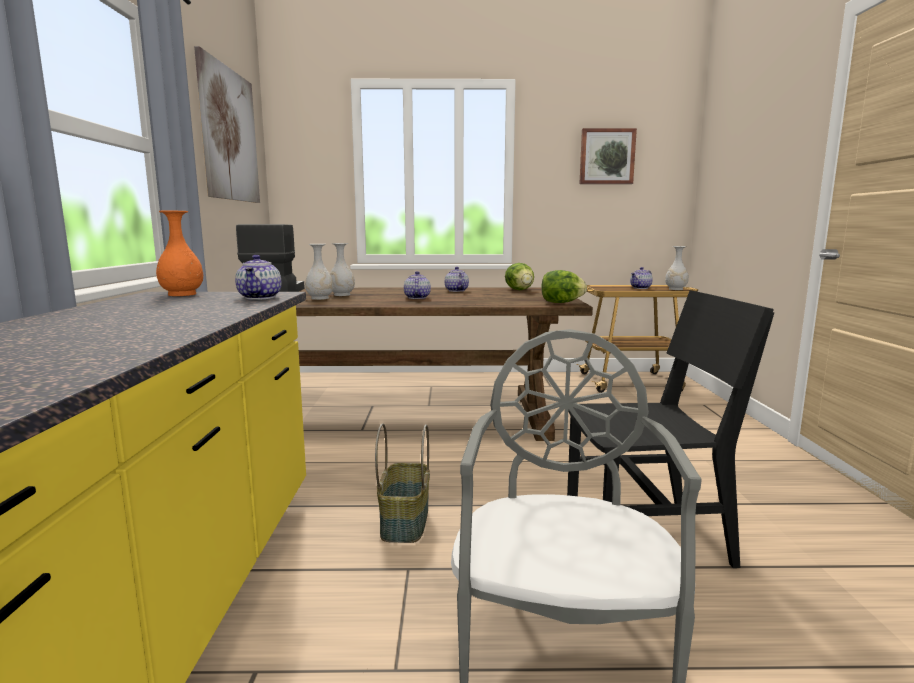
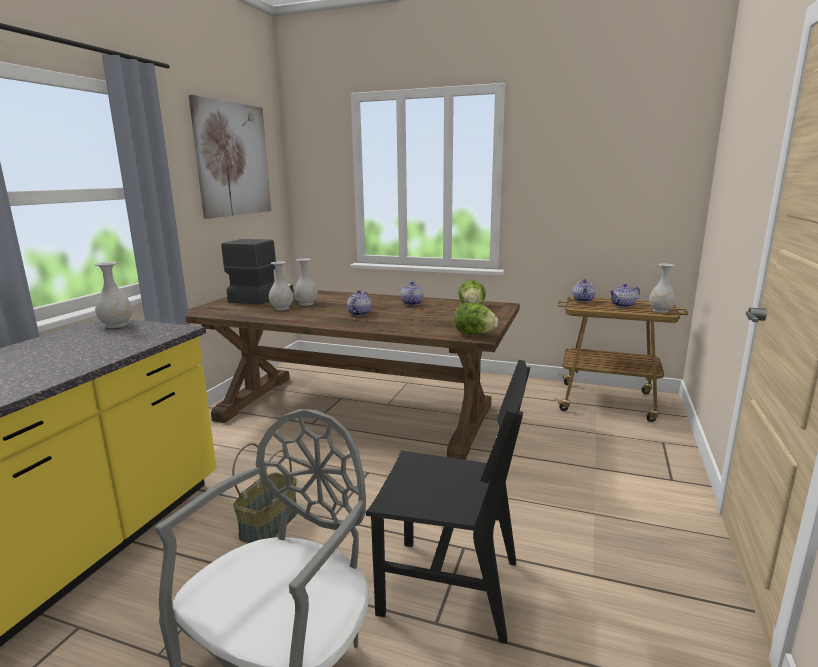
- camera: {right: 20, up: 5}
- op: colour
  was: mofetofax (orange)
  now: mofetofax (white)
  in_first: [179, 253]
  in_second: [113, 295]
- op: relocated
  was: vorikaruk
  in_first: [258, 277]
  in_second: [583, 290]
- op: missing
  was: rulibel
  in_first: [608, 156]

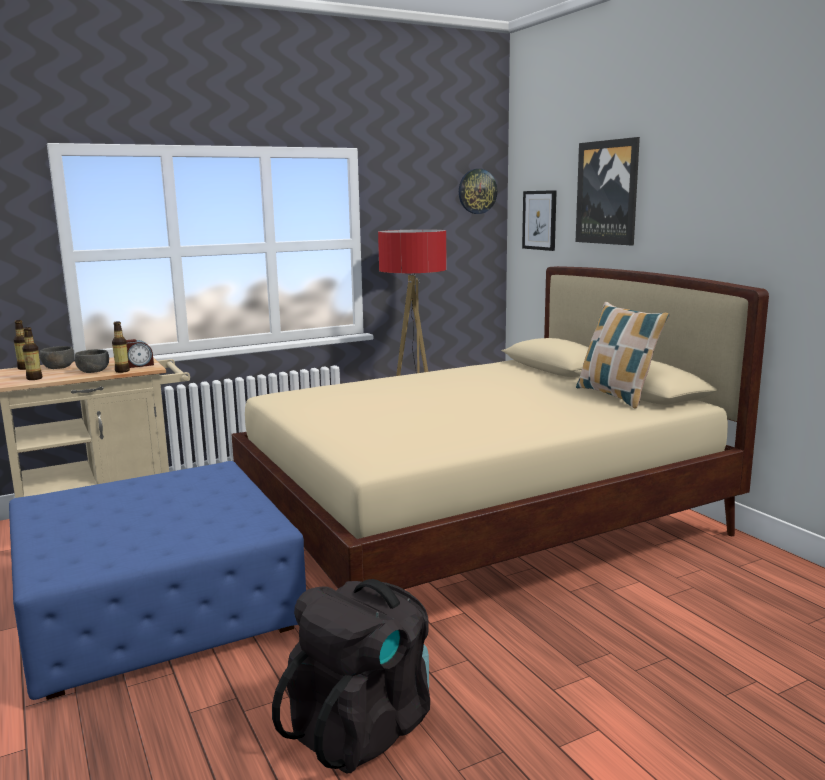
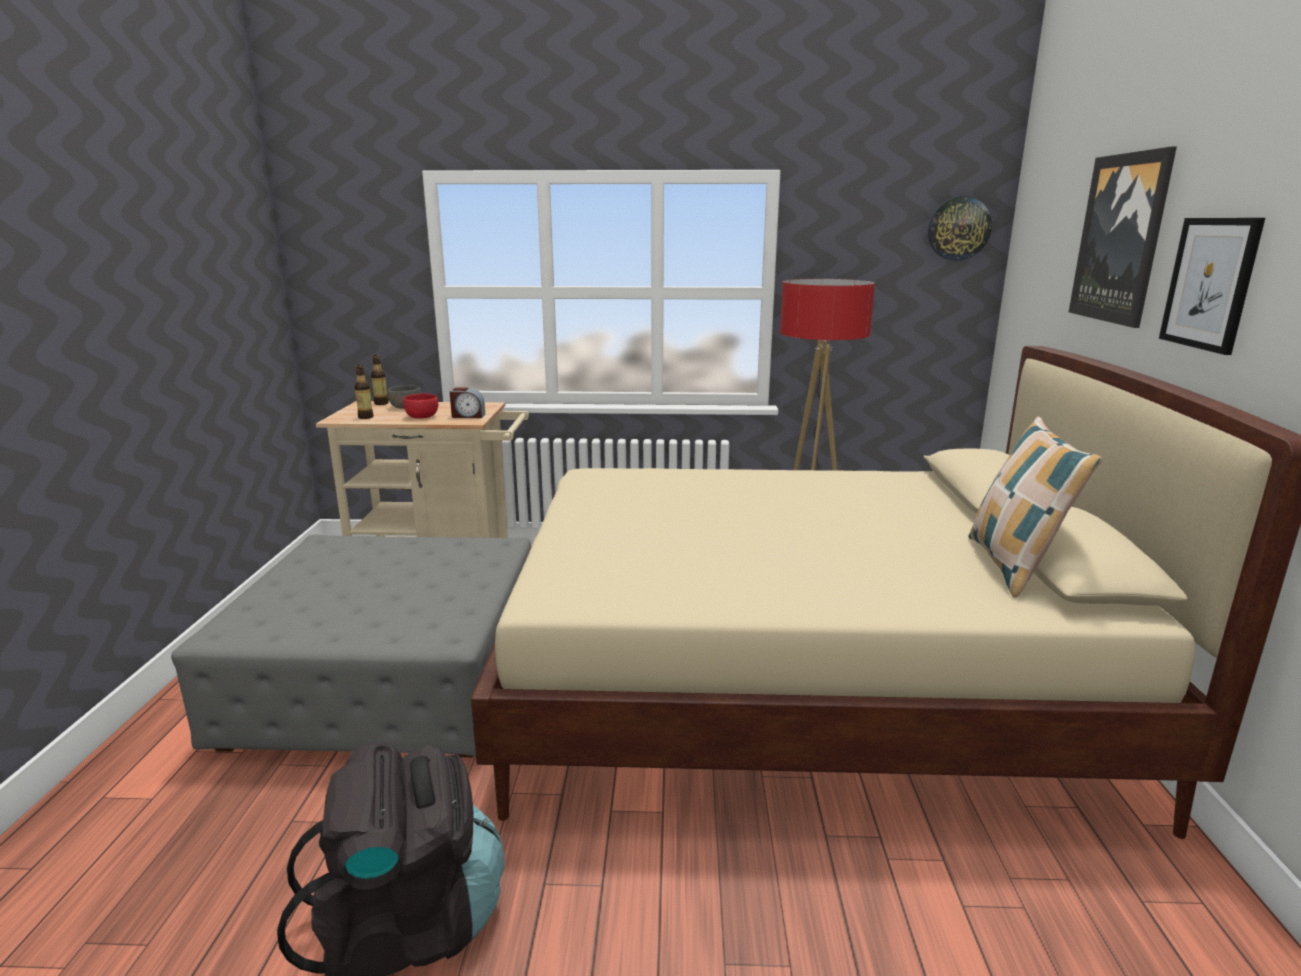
- camera: {right: 30, up: 5}
- op: colour
  was: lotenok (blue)
  now: lotenok (grey)
  in_first: [157, 580]
  in_second: [351, 646]
- op: colour
  was: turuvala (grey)
  now: turuvala (red)
  in_first: [92, 361]
  in_second: [420, 406]
- op: missing
  was: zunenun
  in_first: [121, 347]
- op: relocated
  was: rulibel
  in_first: [539, 220]
  in_second: [1212, 286]

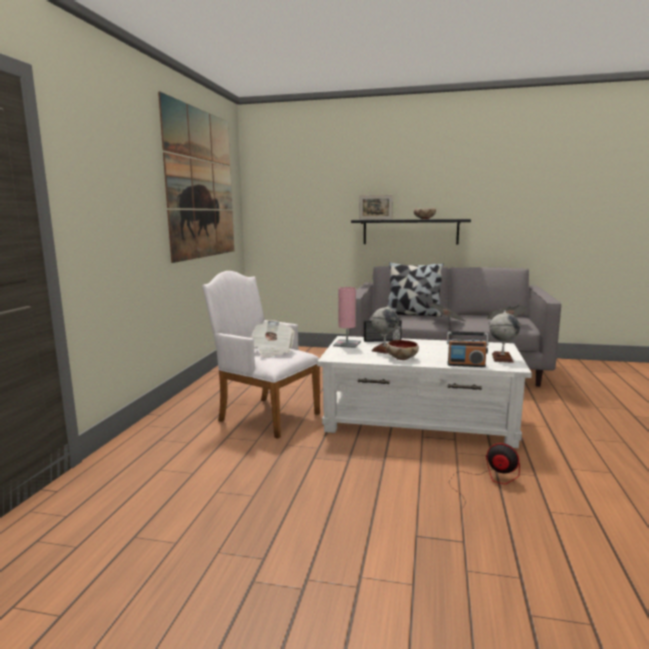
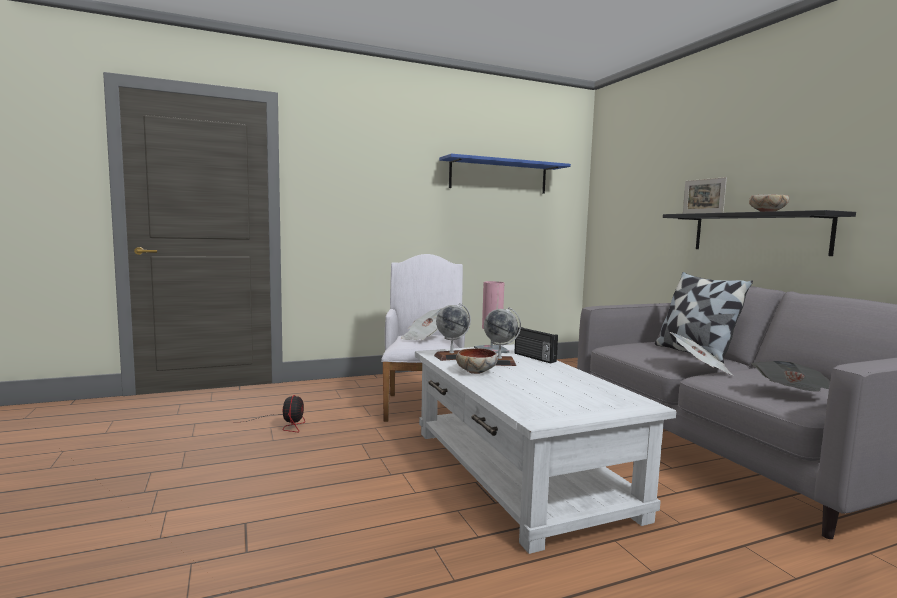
- camera: {right: 55, up: -5}
- op: exchanged
  was: rulibel
  now: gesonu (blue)
  in_first: [196, 177]
  in_second: [505, 174]
- op: missing
  was: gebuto
  in_first: [468, 349]
- op: relocated
  was: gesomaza
  in_first: [484, 474]
  in_second: [275, 414]
- op: relocated
  was: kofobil
  in_first: [504, 337]
  in_second: [452, 332]

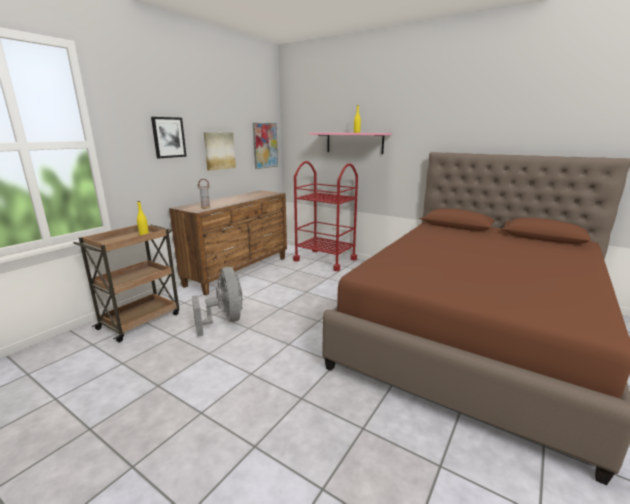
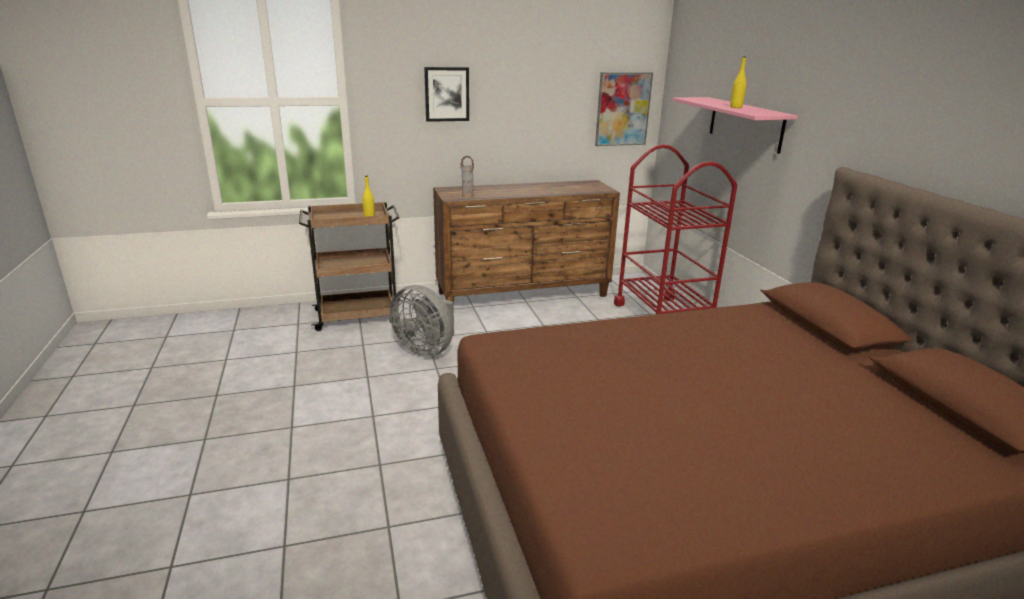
- camera: {right: 40, up: 5}
- op: spun
  was: gesomaza (grey)
  in_first: [217, 301]
  in_second: [421, 321]
  clockwise: 105
- op: missing
  was: rulibel
  in_first: [220, 151]

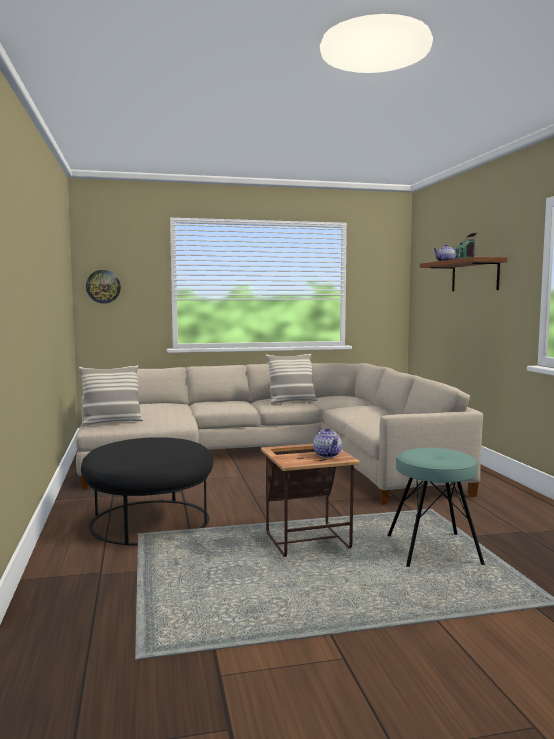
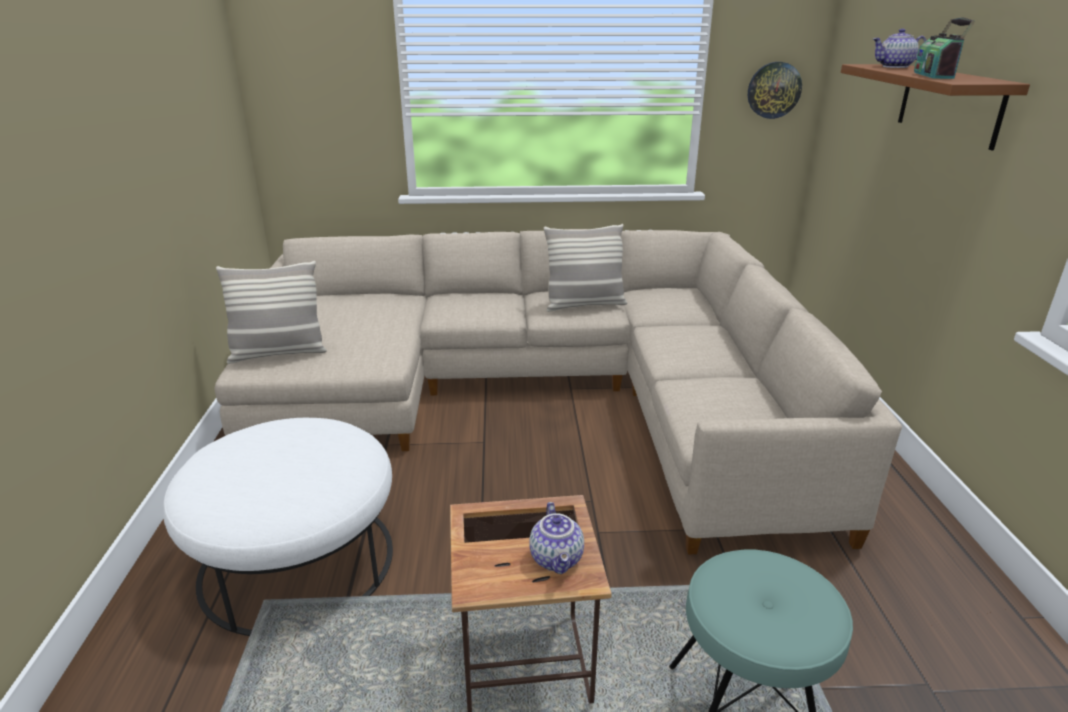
- camera: {right: 10, up: 20}
- op: colour
  was: lotenok (black)
  now: lotenok (white)
  in_first: [147, 491]
  in_second: [278, 527]
- op: relocated
  was: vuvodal
  in_first: [103, 286]
  in_second: [775, 90]

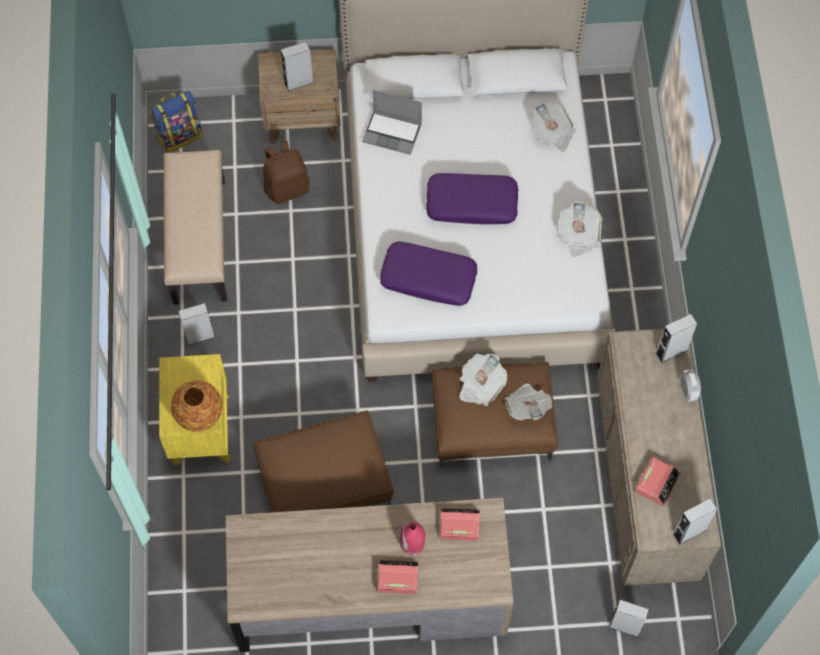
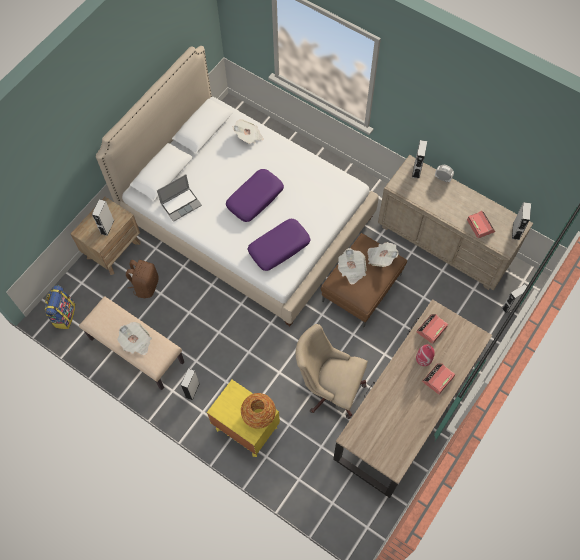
- camera: {right: -50, up: 0}
- op: exchanged
  was: lotenok (brown)
  now: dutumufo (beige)
  in_first: [323, 461]
  in_second: [332, 371]
- op: relocated
  was: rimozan
  in_first: [579, 229]
  in_second: [134, 339]

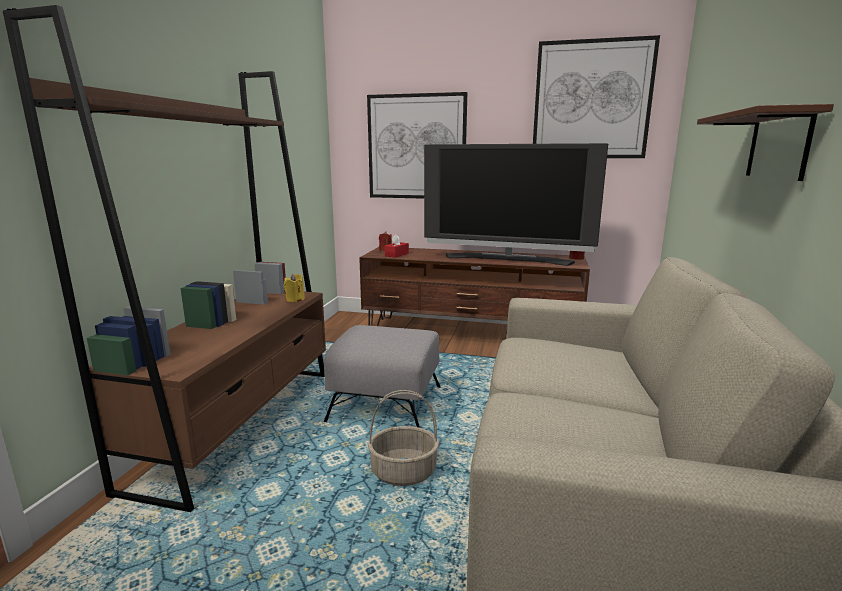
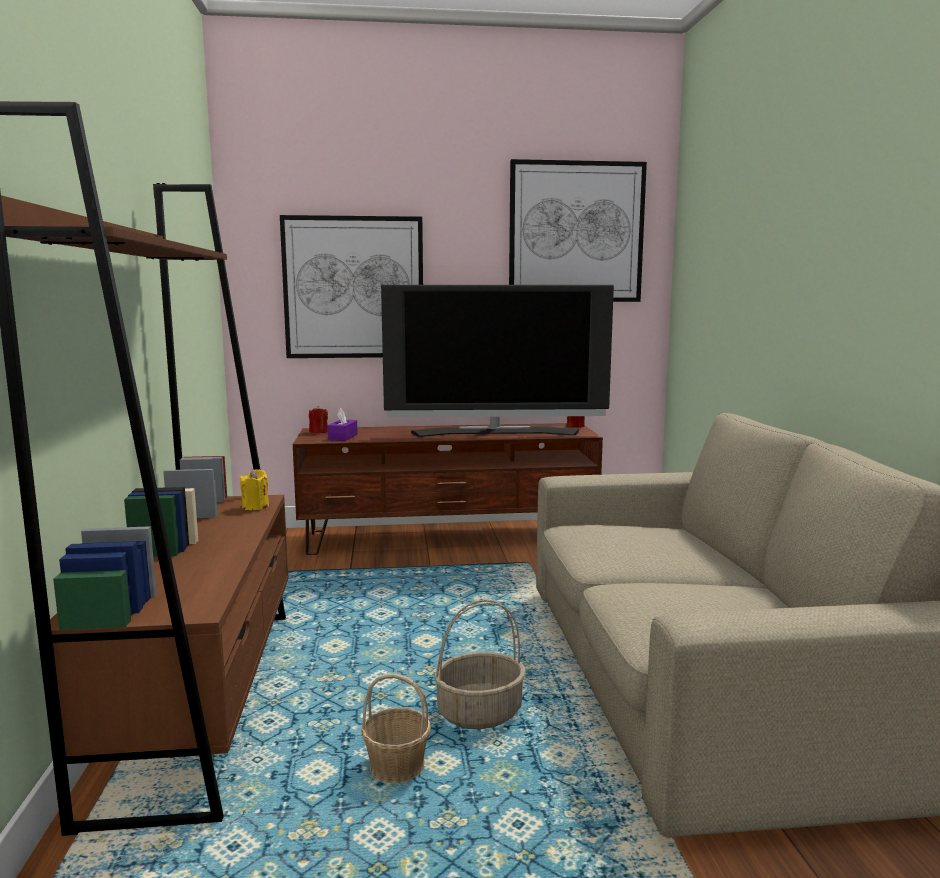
- camera: {right: -20, up: -5}
- op: missing
  was: lotenok (grey)
  in_first: [382, 376]
- op: colour
  was: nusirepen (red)
  now: nusirepen (purple)
  in_first: [397, 246]
  in_second: [342, 424]
- op: missing
  was: gesonu (brown)
  in_first: [765, 142]
- op: appeared
  now: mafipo
  in_second: [396, 728]

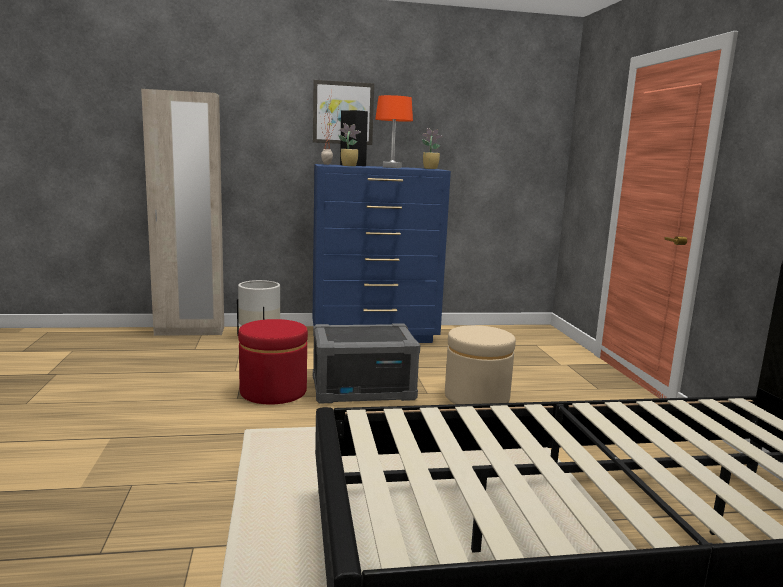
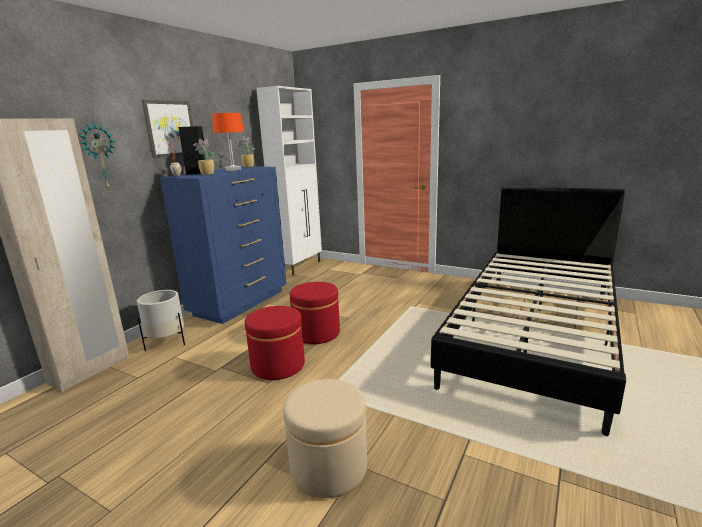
- camera: {right: -50, up: 5}
- op: exchanged
  was: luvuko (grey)
  now: lotenok (red)
  in_first: [366, 363]
  in_second: [315, 313]
- op: relocated
  was: lotenok (beige)
  in_first: [480, 364]
  in_second: [325, 438]
- op: appeared
  now: vuvodal
  in_second: [97, 156]
- op: appeared
  now: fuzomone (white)
  in_second: [289, 181]

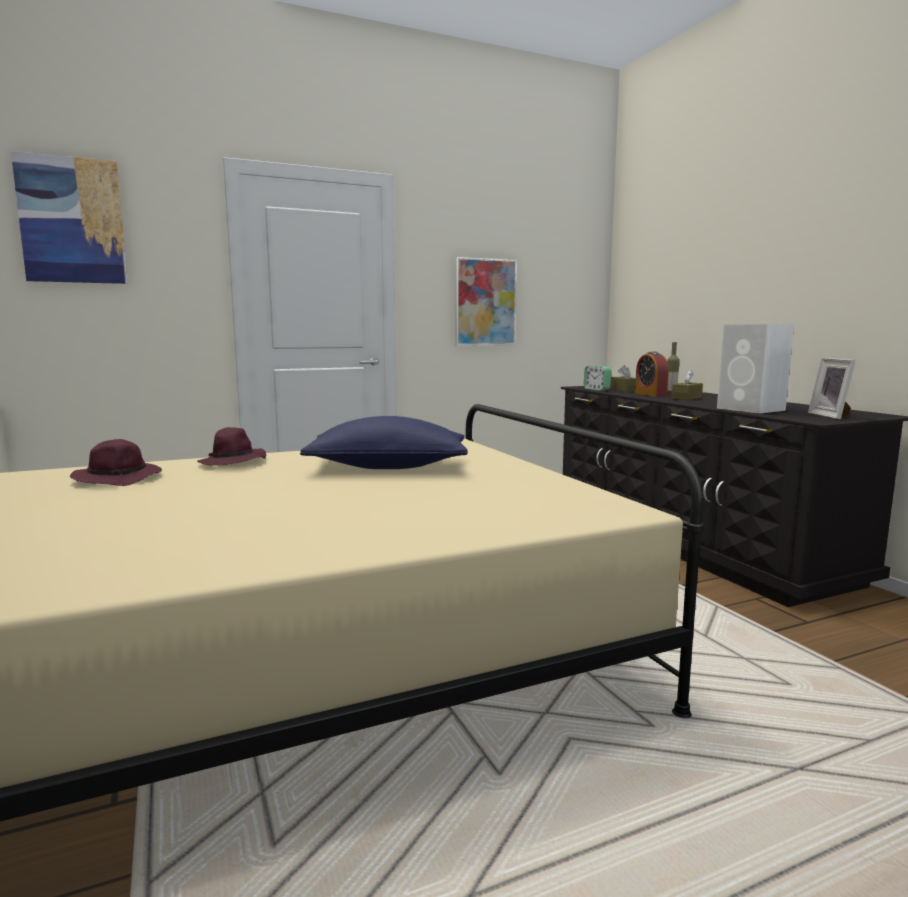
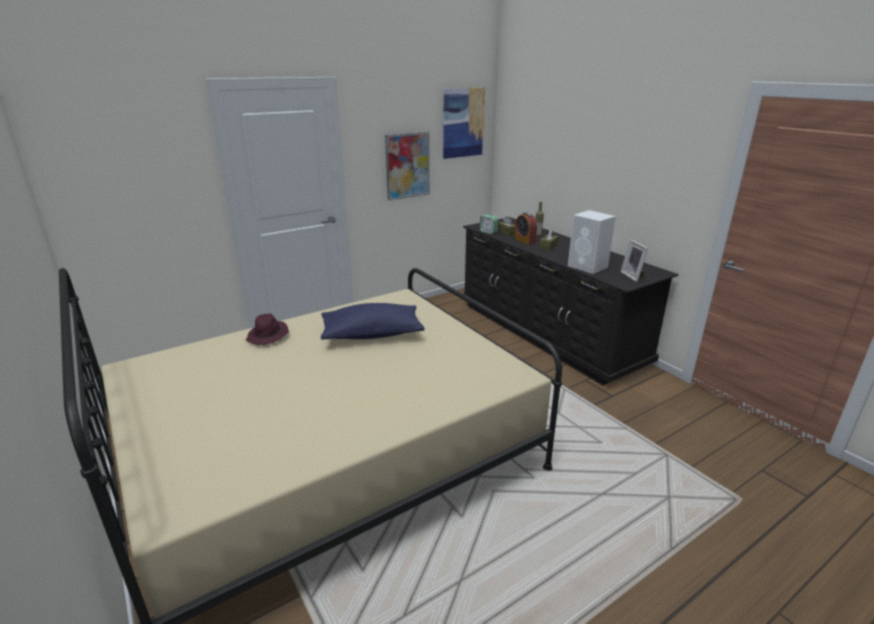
- camera: {right: -10, up: 15}
- op: relocated
  was: rulibel
  in_first: [69, 217]
  in_second: [464, 123]
- op: missing
  was: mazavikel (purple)
  in_first: [116, 462]

